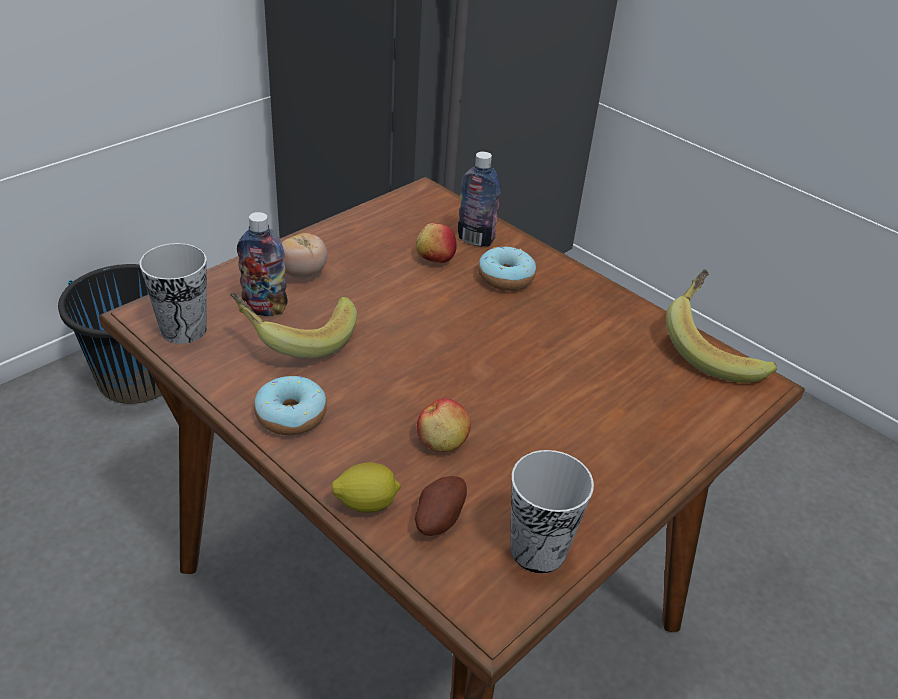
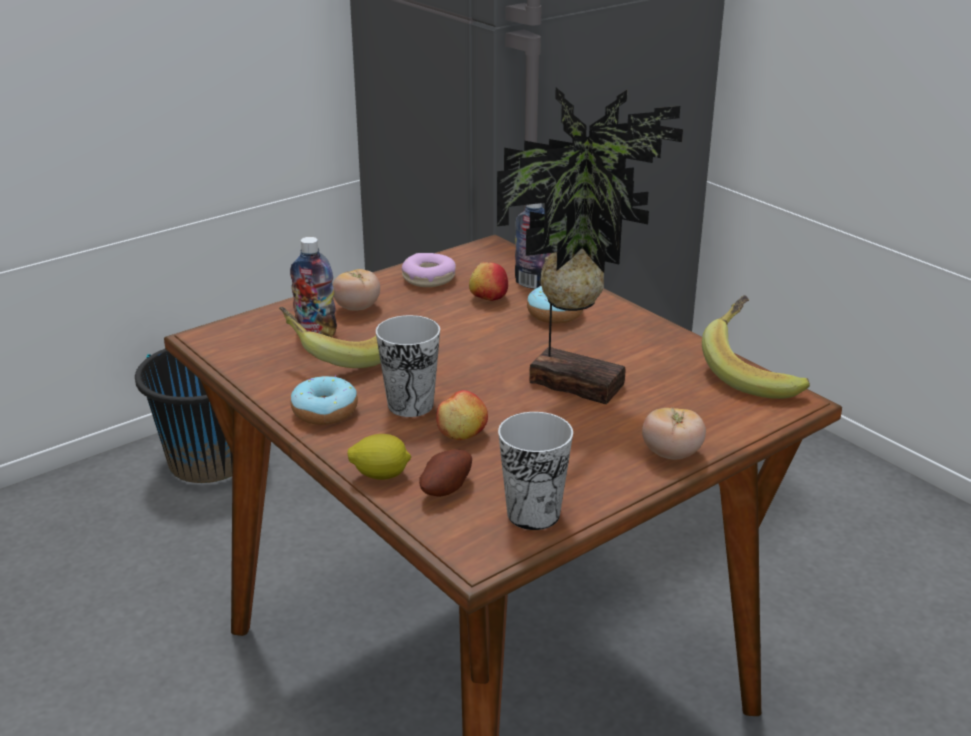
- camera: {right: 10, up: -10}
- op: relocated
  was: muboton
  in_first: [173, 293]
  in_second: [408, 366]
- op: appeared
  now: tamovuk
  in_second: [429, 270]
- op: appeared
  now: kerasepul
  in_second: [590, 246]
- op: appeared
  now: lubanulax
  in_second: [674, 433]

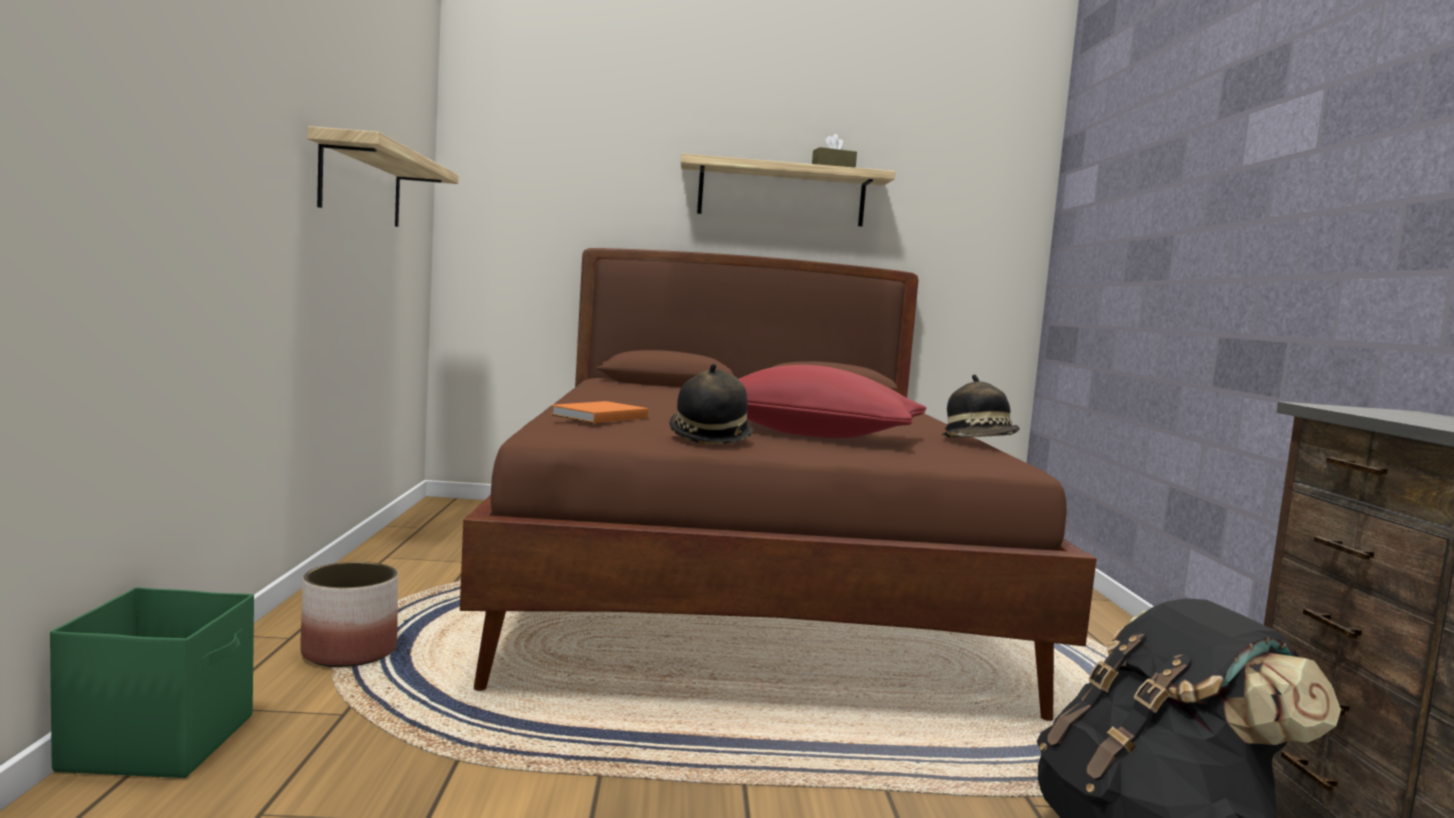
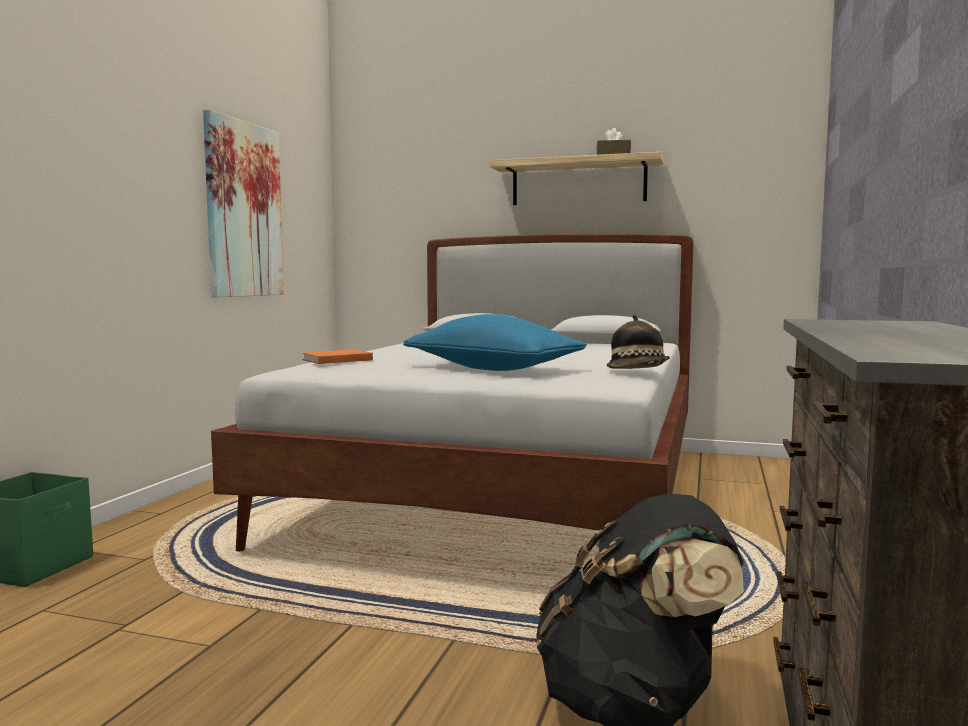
- camera: {right: 20, up: 0}
- op: missing
  was: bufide
  in_first: [349, 614]
- op: exchanged
  was: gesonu
  now: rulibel
  in_first: [383, 176]
  in_second: [243, 203]
- op: colour
  was: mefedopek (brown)
  now: mefedopek (white)
  in_first: [778, 484]
  in_second: [452, 392]
- op: missing
  was: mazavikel
  in_first: [711, 404]
- op: colour
  was: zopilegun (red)
  now: zopilegun (blue)
  in_first: [832, 401]
  in_second: [495, 342]

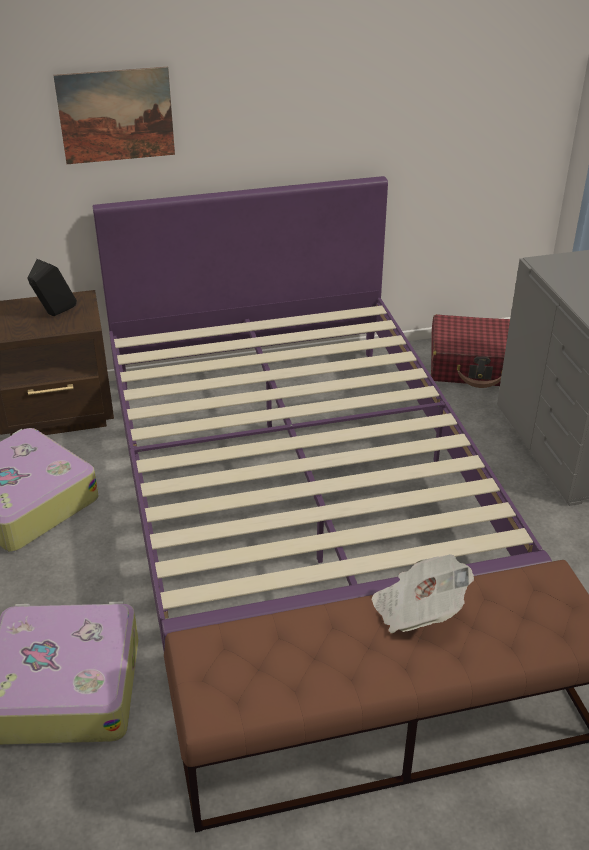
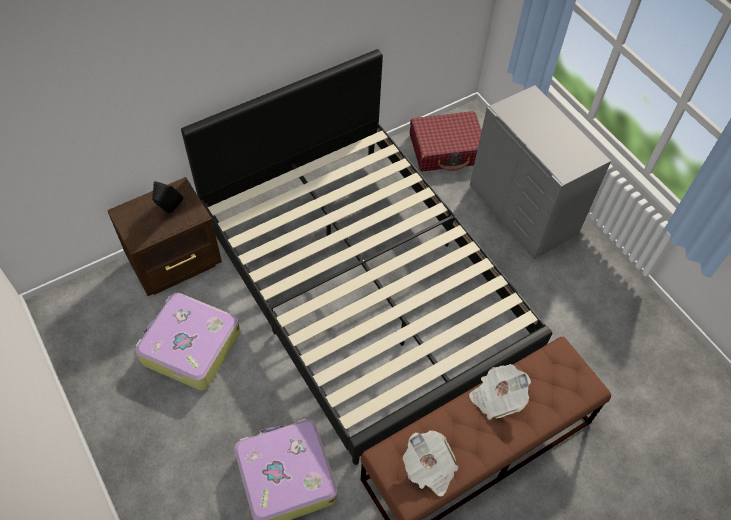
- camera: {right: -20, up: 20}
- op: missing
  was: rulibel
  in_first: [114, 115]
- op: colour
  was: mefedopek (purple)
  now: mefedopek (black)
  in_first: [322, 413]
  in_second: [366, 257]
- op: appeared
  now: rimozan
  in_second: [431, 464]

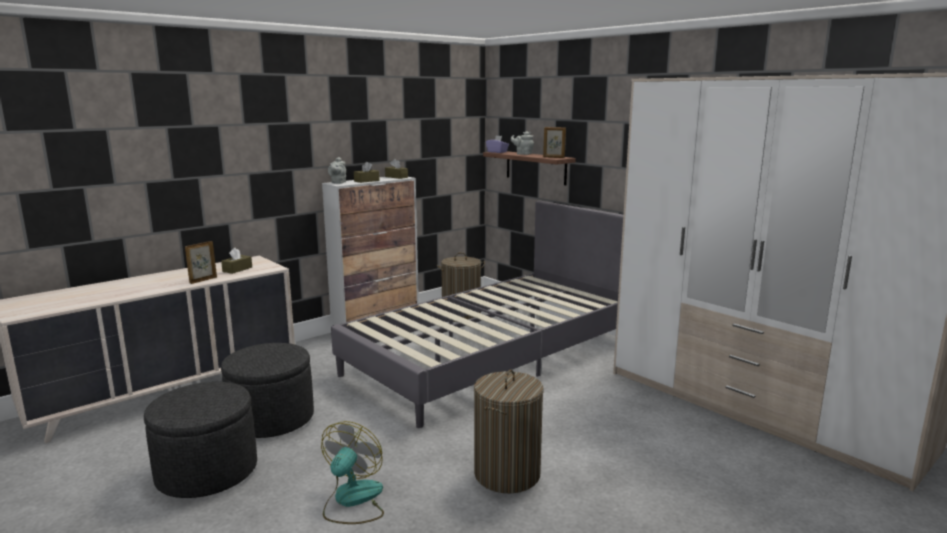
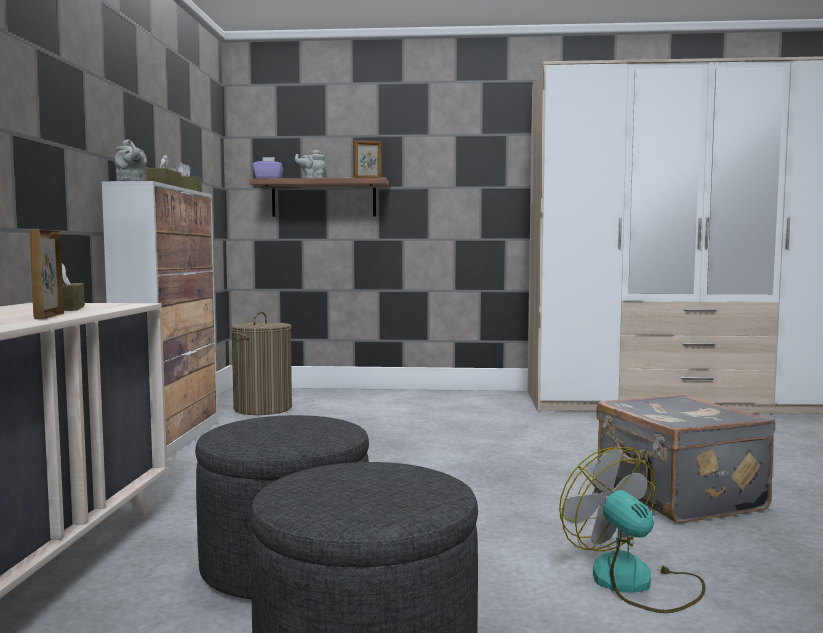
- camera: {right: -45, up: -10}
- op: missing
  was: mefedopek (grey)
  in_first: [477, 314]
- op: exchanged
  was: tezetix
  now: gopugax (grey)
  in_first: [509, 431]
  in_second: [685, 458]

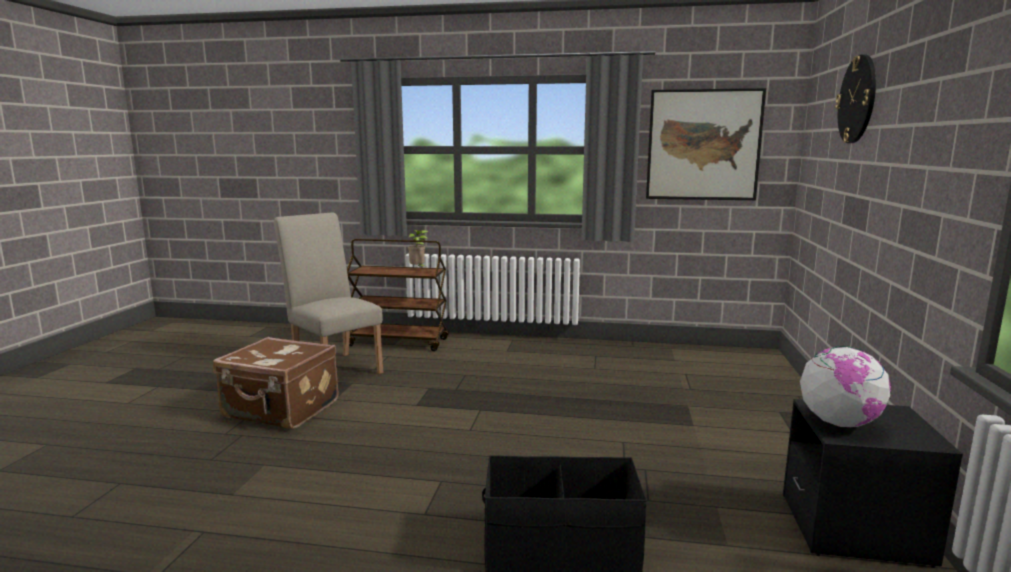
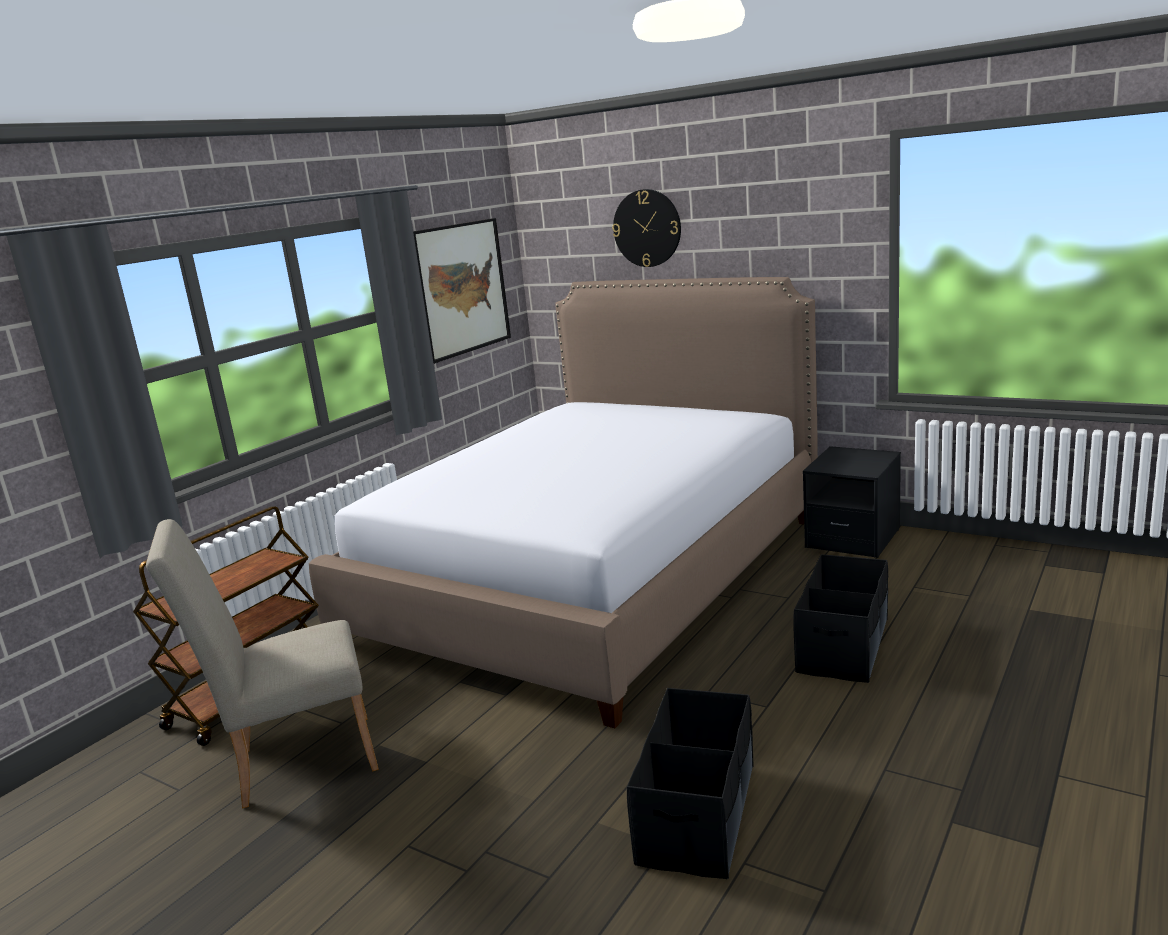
- camera: {right: -65, up: 5}
- op: missing
  was: gopugax (brown)
  in_first: [276, 383]
- op: missing
  was: kerasepul
  in_first: [418, 248]
- op: missing
  was: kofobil
  in_first: [845, 386]
- op: appeared
  now: mefedopek
  in_second: [563, 502]
- op: appeared
  now: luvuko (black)
  in_second: [690, 783]

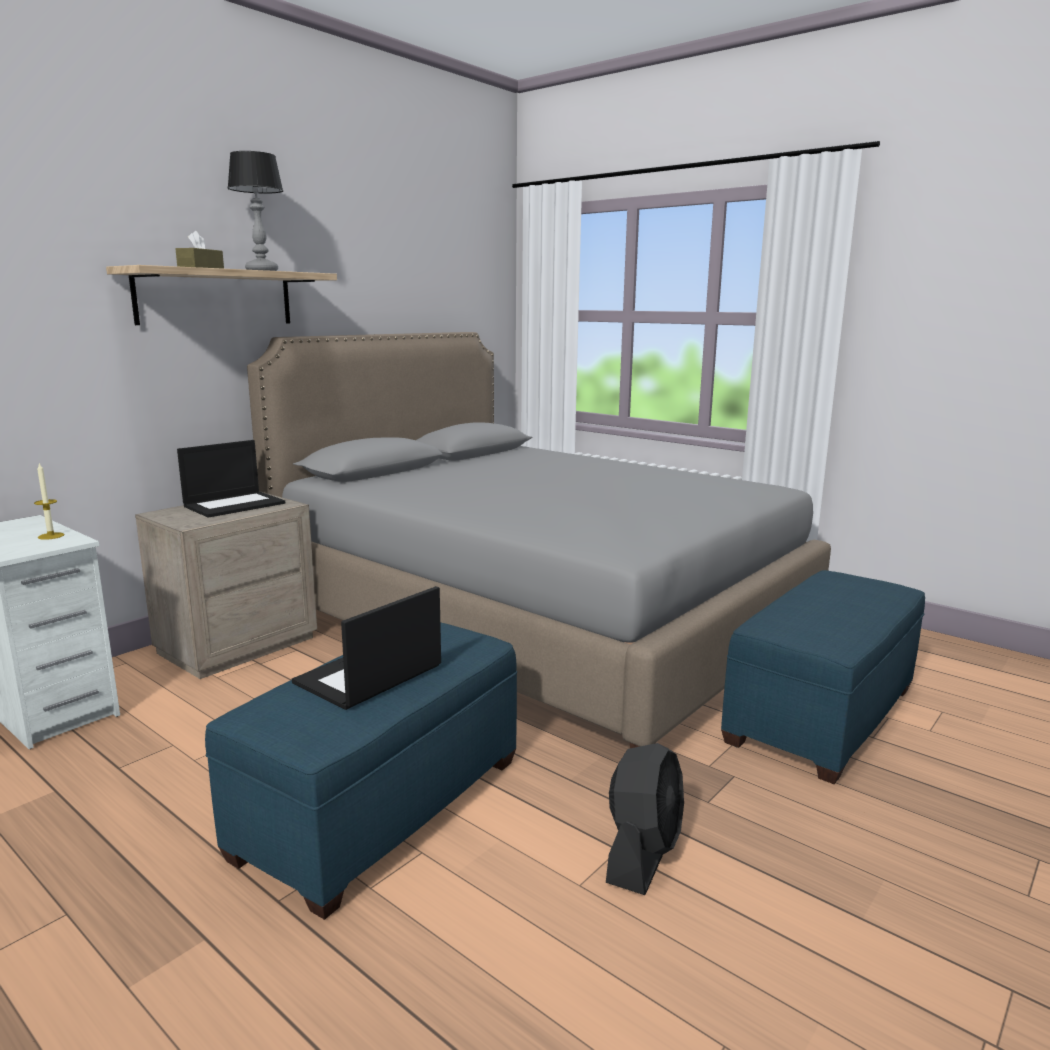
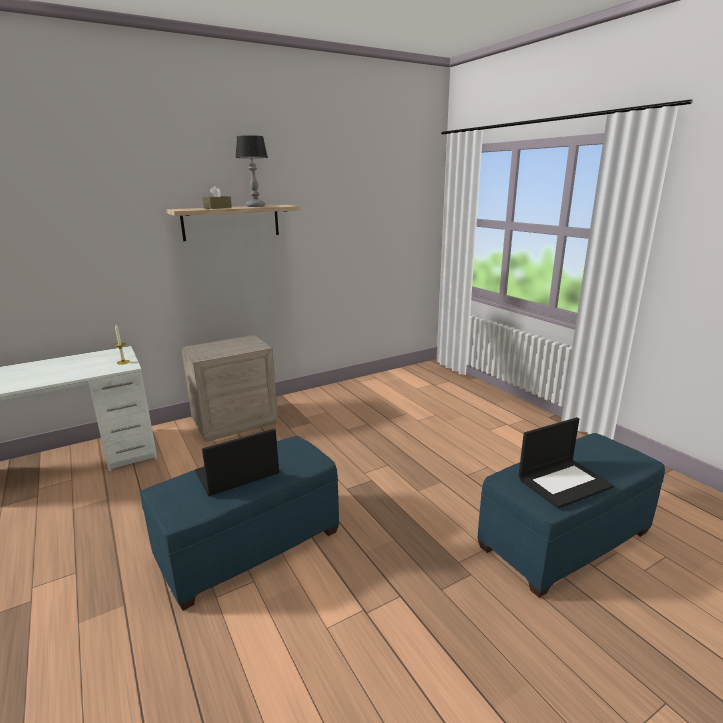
- camera: {right: 20, up: 5}
- op: relocated
  was: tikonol
  in_first: [231, 479]
  in_second: [566, 463]
- op: missing
  was: mefedopek (grey)
  in_first: [539, 540]
- op: missing
  was: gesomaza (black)
  in_first: [645, 819]

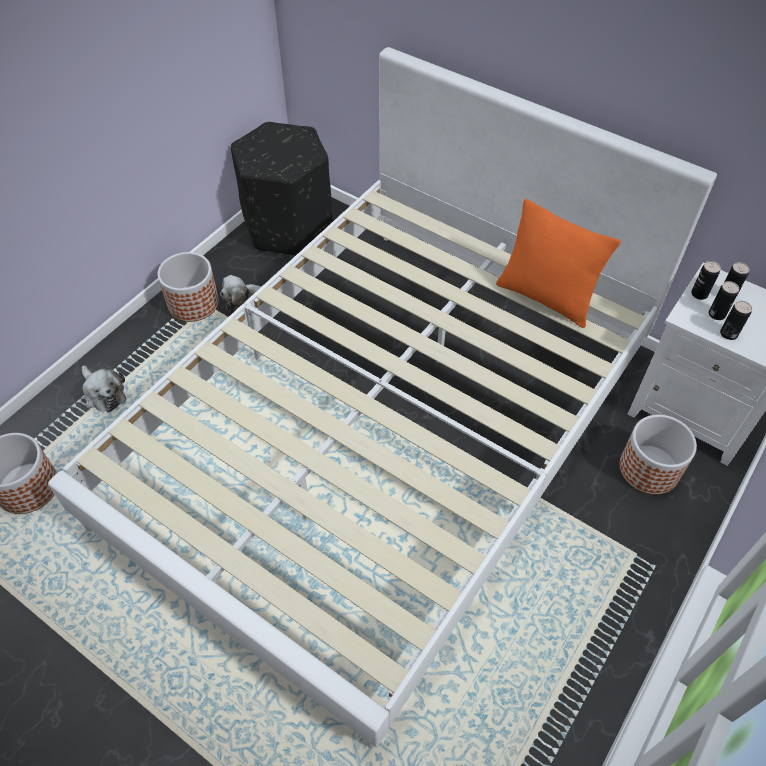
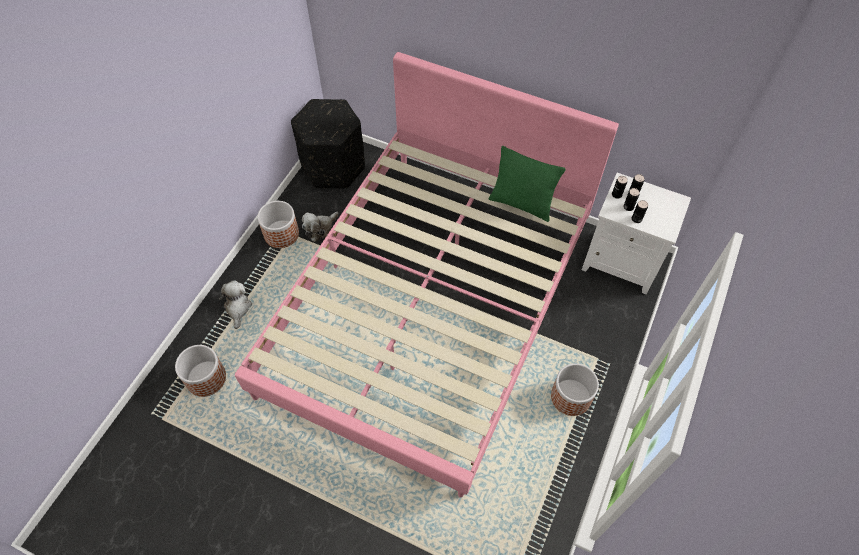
- camera: {right: -10, up: 5}
- op: colour
  was: mefedopek (white)
  now: mefedopek (pink)
  in_first: [382, 397]
  in_second: [427, 275]
- op: spun
  was: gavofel
  in_first: [104, 388]
  in_second: [235, 304]
  clockwise: -135
- op: colour
  was: zopilegun (orange)
  now: zopilegun (green)
  in_first: [558, 263]
  in_second: [527, 184]
- op: relocated
  was: bufide
  in_first: [658, 455]
  in_second: [575, 389]

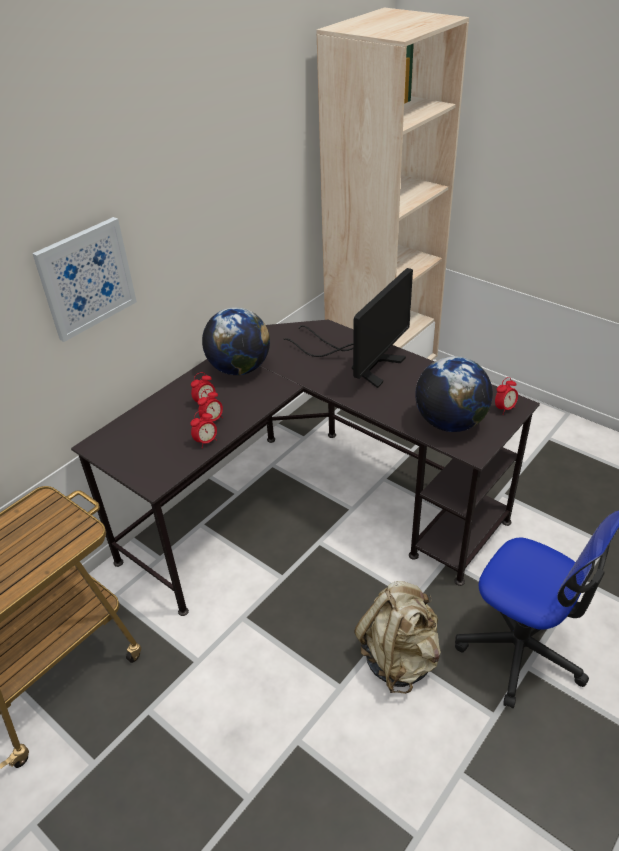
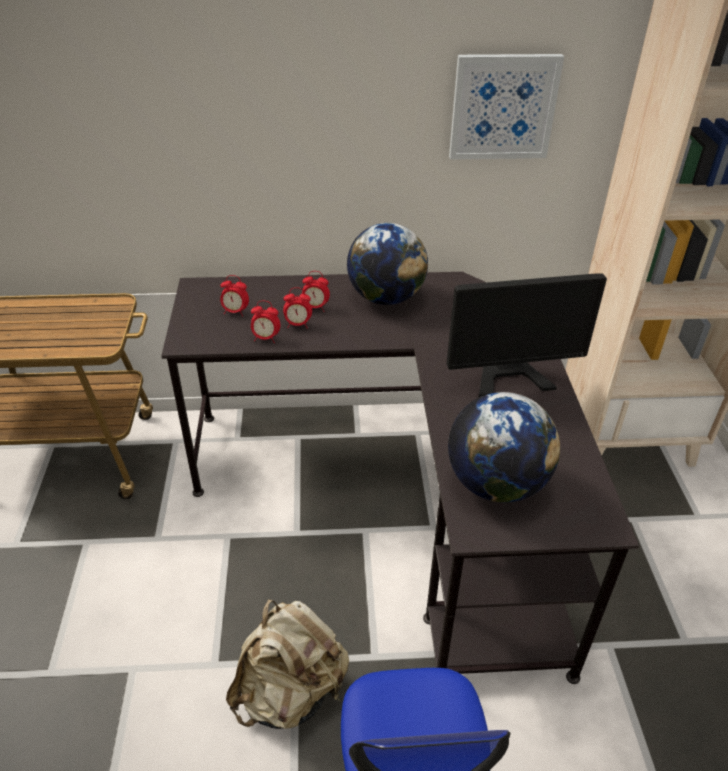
- camera: {right: 45, up: 0}
- op: relocated
  was: rulibel
  in_first: [84, 279]
  in_second: [506, 107]
- op: relocated
  was: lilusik
  in_first: [506, 396]
  in_second: [234, 296]

